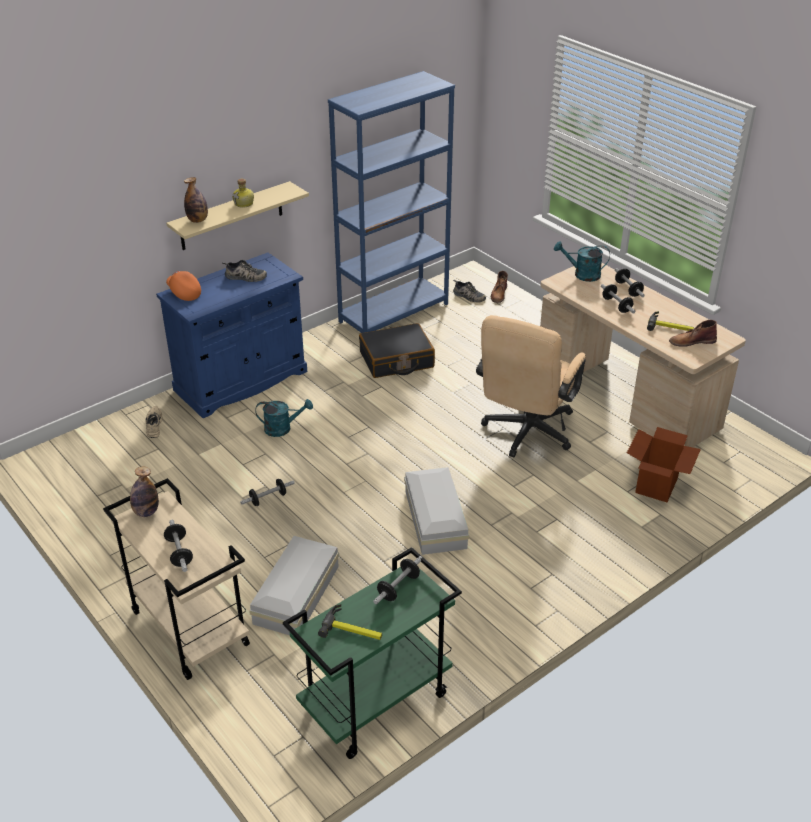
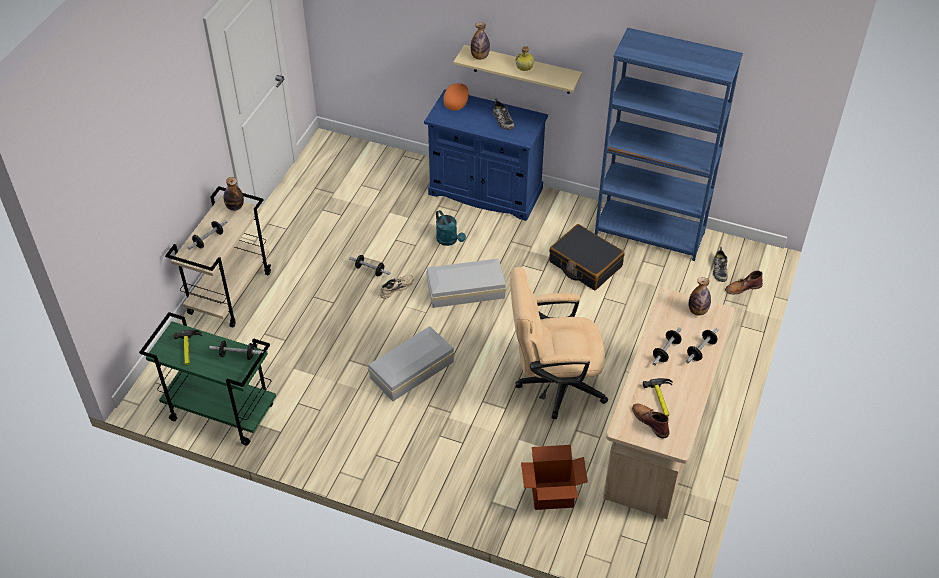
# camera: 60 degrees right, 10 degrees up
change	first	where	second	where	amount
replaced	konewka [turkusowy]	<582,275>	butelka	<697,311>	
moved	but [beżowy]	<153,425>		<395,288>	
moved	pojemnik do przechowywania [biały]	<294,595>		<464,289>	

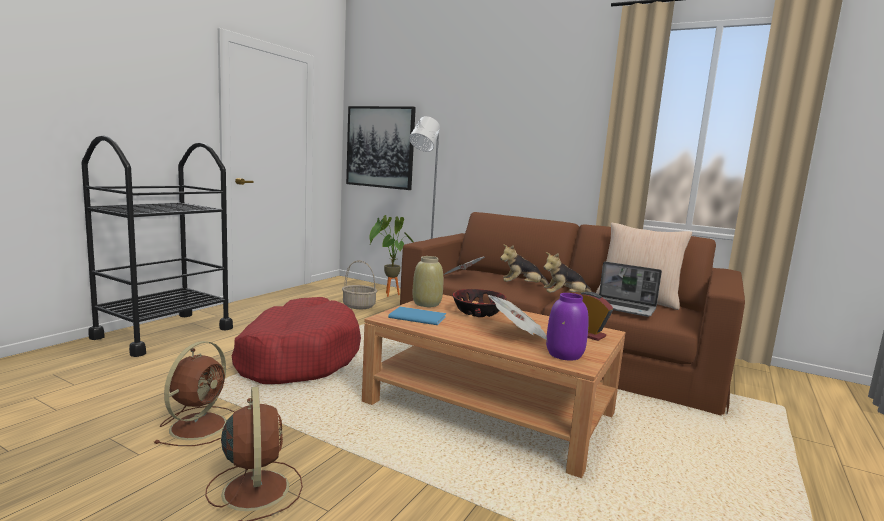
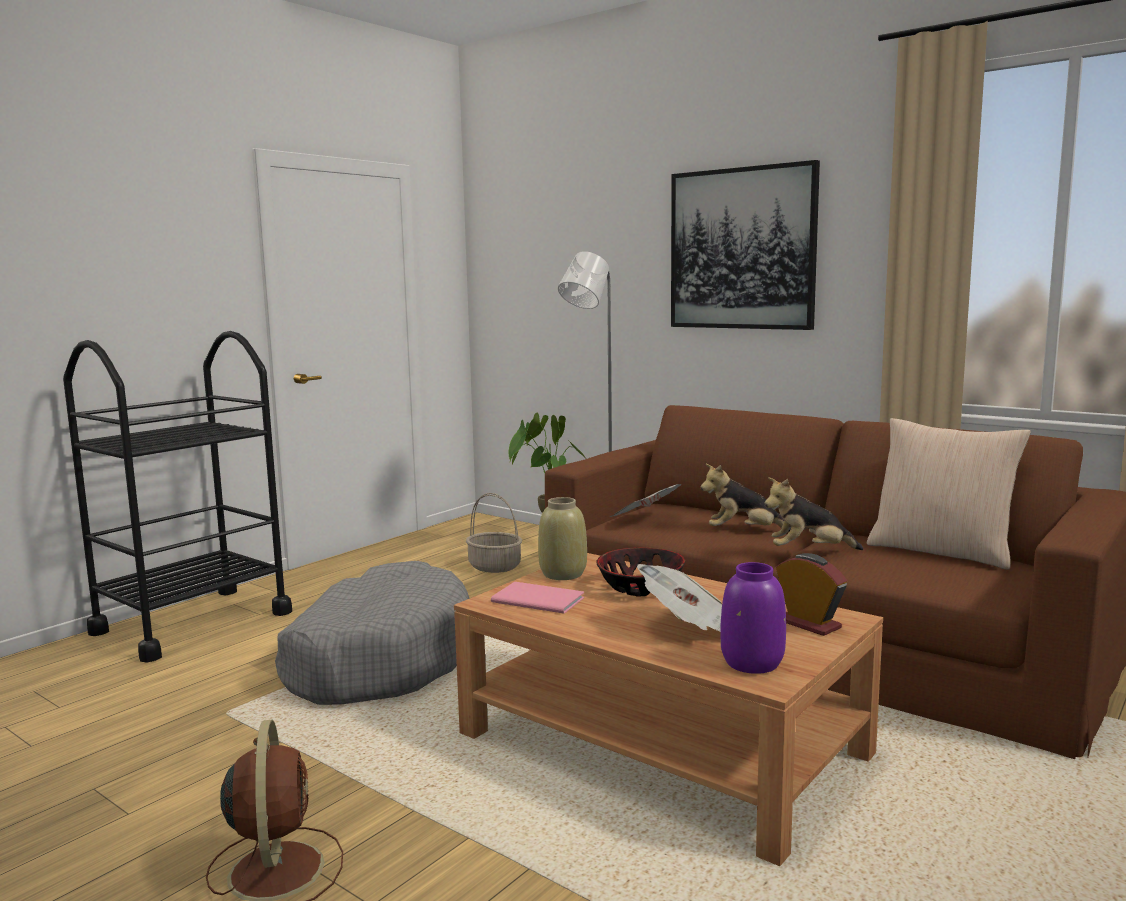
# camera: 10 degrees right, 0 degrees up
change	first	where	second	where	amount
moved	obraz	<380,147>		<742,249>	
removed	laptop	<624,308>			
recoloured	legowisko [czerwony]	<297,357>	legowisko [szary]	<379,659>	
recoloured	książka [niebieski]	<416,316>	książka [różowy]	<537,599>	
removed	wentylator [brązowy]	<200,425>			

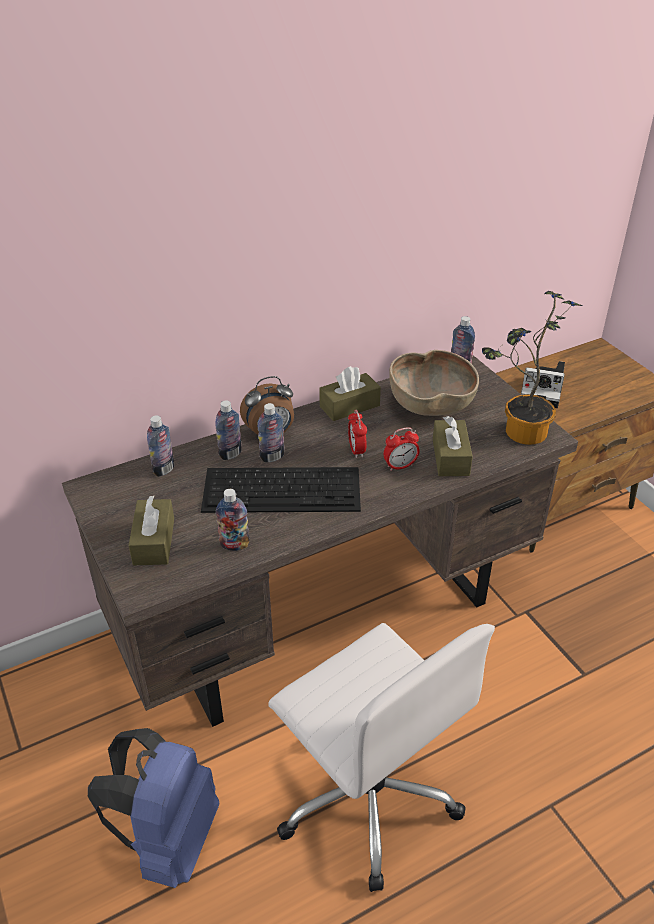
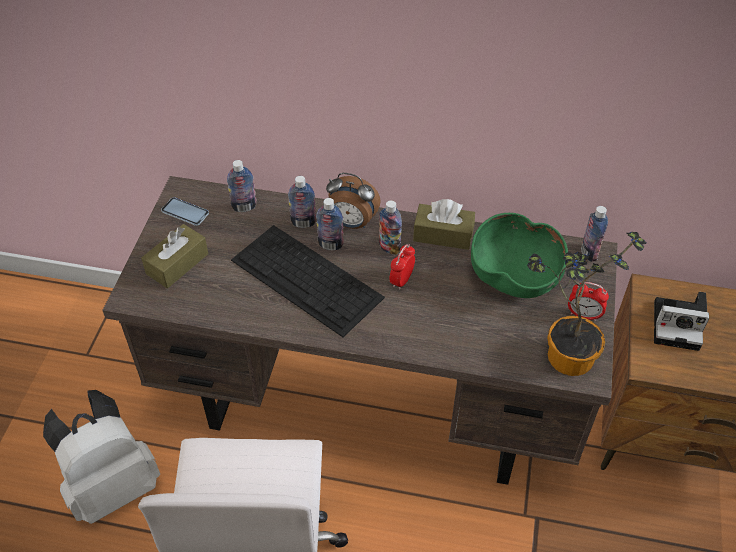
# camera: 40 degrees right, 10 degrees up
change	first	where	second	where	amount
recoloured	miska [brązowy]	<430,405>	miska [zielony]	<514,276>	
turned	aparat fotograficzny	<543,392>		<678,325>	45 degrees counterclockwise
removed	pudełko chusteczek [brązowy]	<450,457>			
moved	budzik	<400,466>		<583,315>	
moved	butelka	<234,545>		<389,247>	
recoloured	plecak [niebieski]	<169,839>	plecak [biały]	<113,486>	
added			telefon	<185,212>	

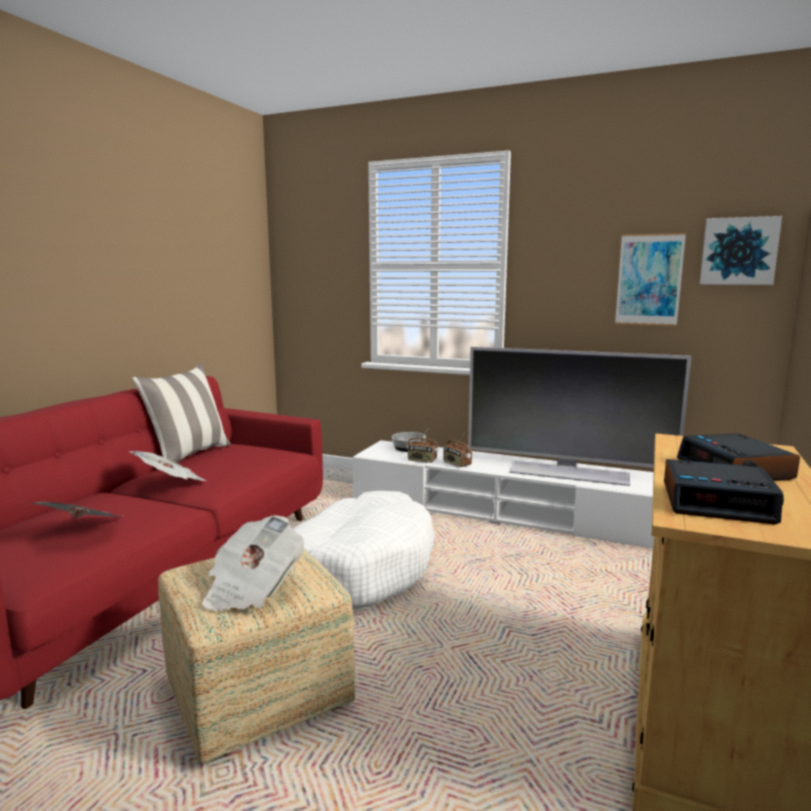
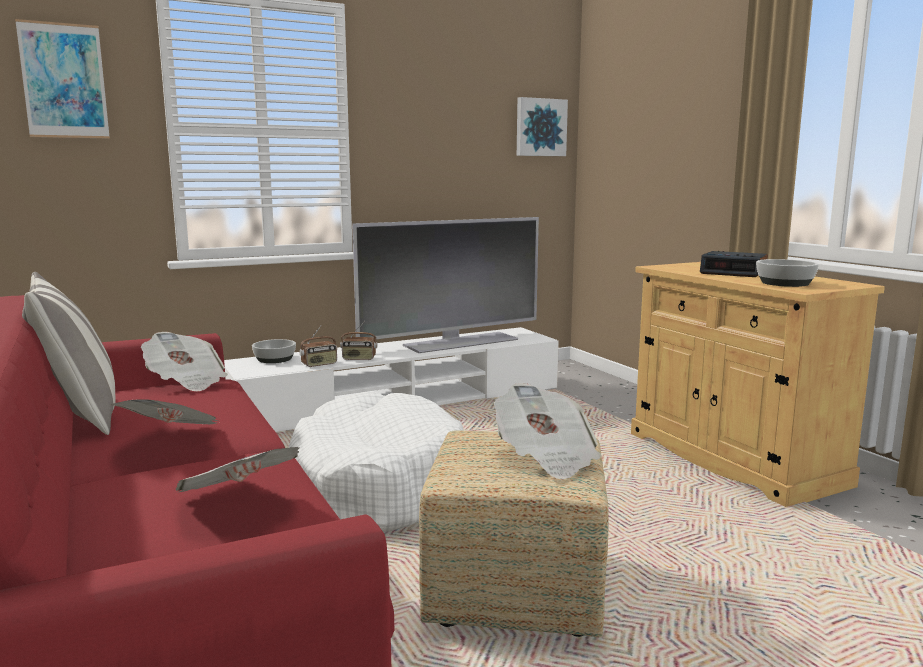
# camera: 50 degrees left, 0 degrees up
change	first	where	second	where	amount
moved	obraz	<649,280>		<64,81>	
replaced	budzik	<717,502>	miska	<785,283>	
added			gazeta	<186,382>	

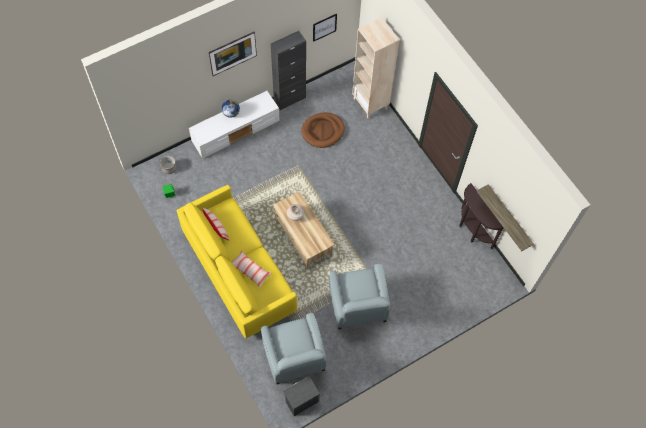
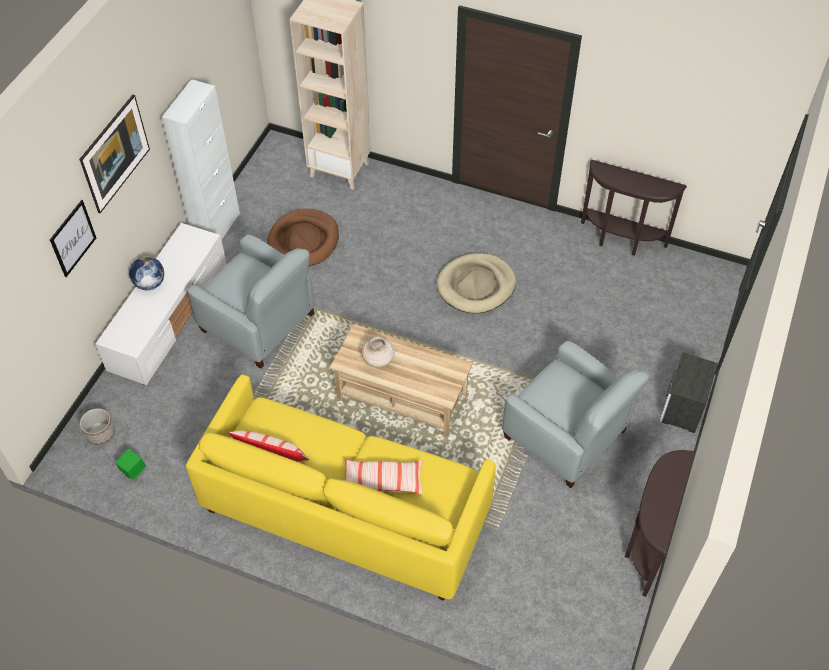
# camera: 35 degrees left, 10 degrees down
change	first	where	second	where	amount
moved	obraz	<324,27>		<73,238>	
recoloured	szafka [czarny]	<289,99>	szafka [biały]	<217,228>	
removed	półka	<509,217>			
moved	fotel [szary]	<294,356>		<259,323>	
moved	szafka nocna	<301,400>		<682,408>	
added			legowisko [beżowy]	<476,286>	
added			stolik konsolowy [brązowy]	<645,544>	

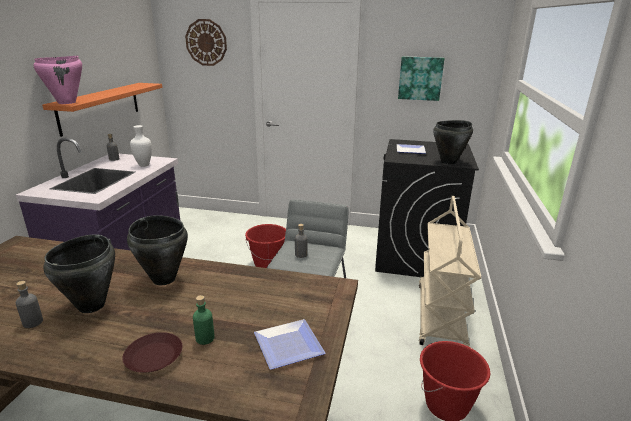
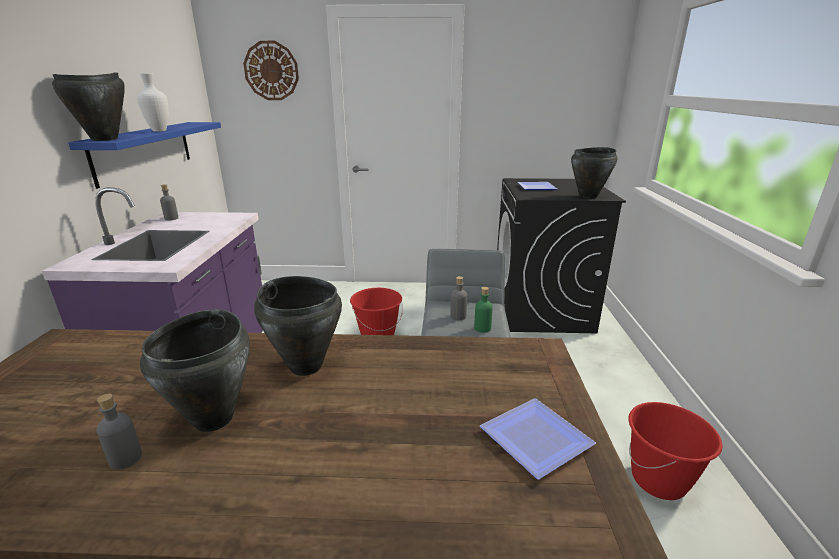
# camera: 10 degrees left, 0 degrees up
change	first	where	second	where	amount
recoloured	garnek [różowy]	<67,102>	garnek [czarny]	<105,139>	
removed	obraz	<420,78>			
recoloured	półka [pomarańczowy]	<100,107>	półka [niebieski]	<144,151>	
moved	wazon [biały]	<144,165>		<159,131>	
removed	wózek [beżowy]	<441,317>			
moved	butelka [zielony]	<205,338>		<482,328>	
removed	talerz [brązowy]	<154,357>			

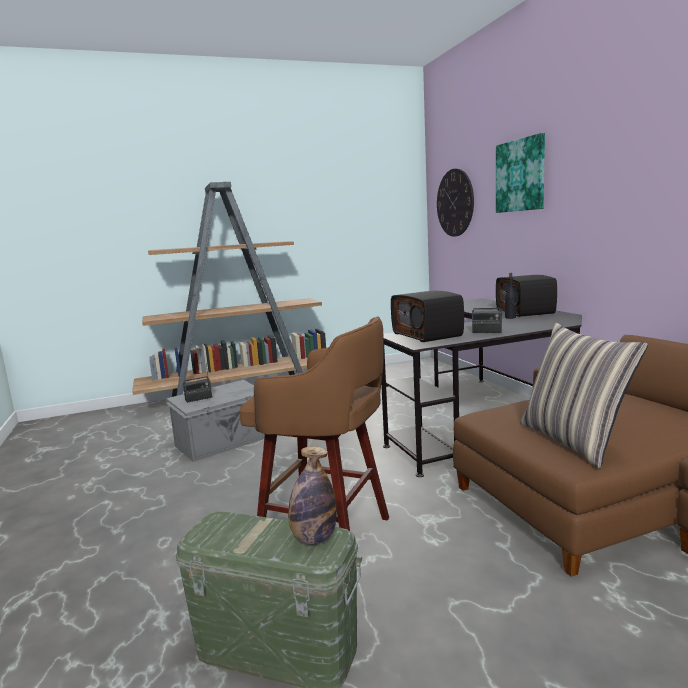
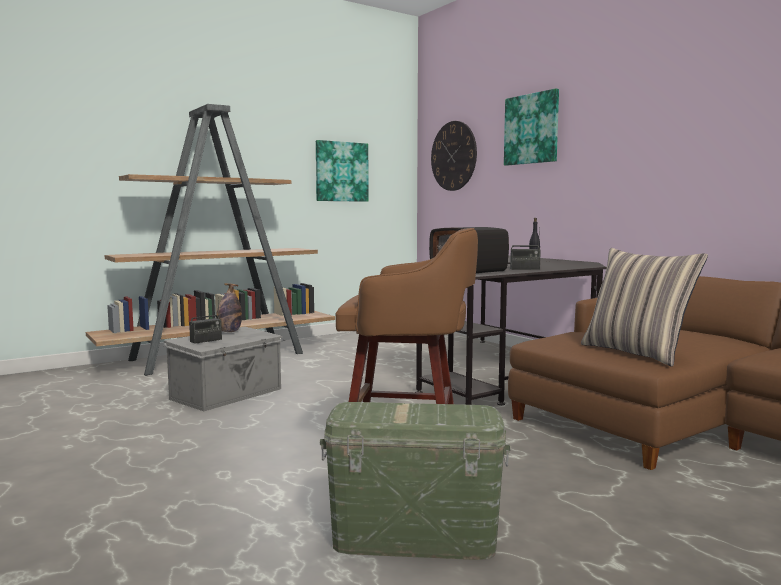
# camera: 15 degrees left, 5 degrees down
change	first	where	second	where	amount
removed	radio	<526,311>			
moved	butelka	<314,538>		<229,331>	
added			obraz	<341,171>	

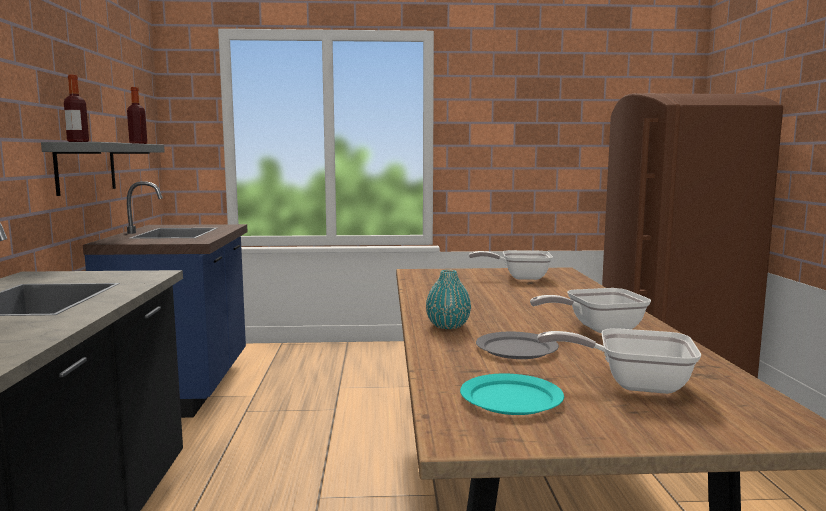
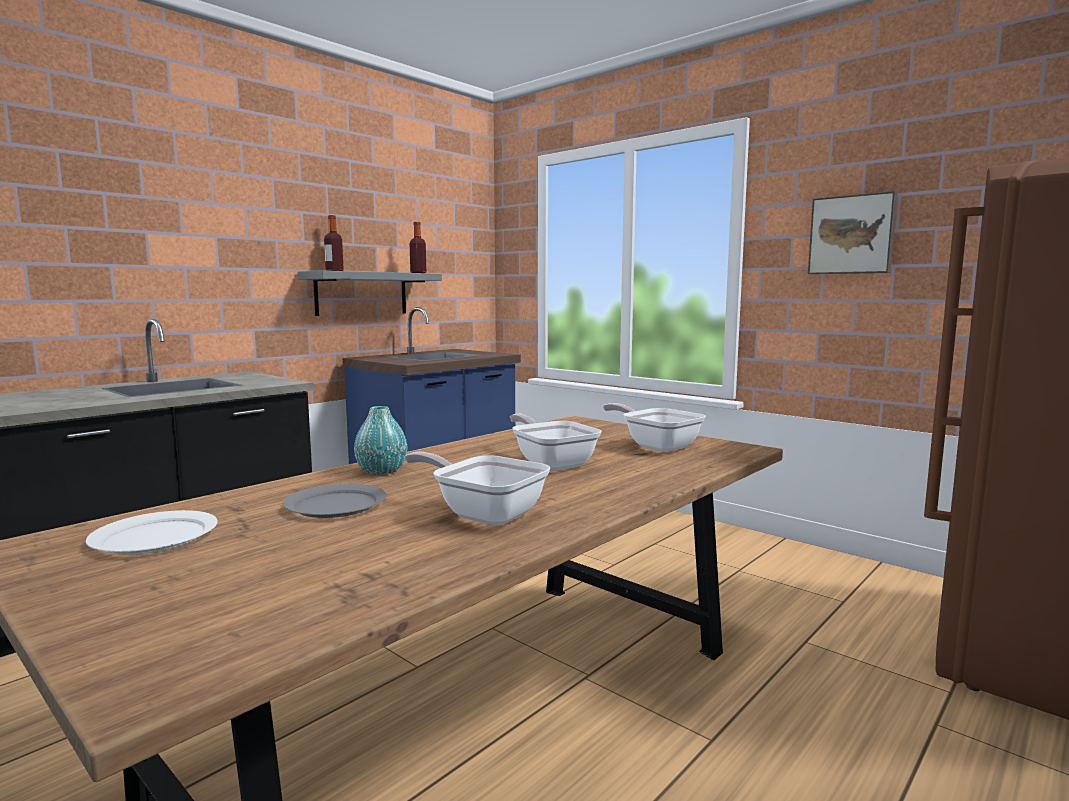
# camera: 45 degrees right, 0 degrees up
change	first	where	second	where	amount
moved	patelnia	<632,383>		<551,463>	
recoloured	talerz [turkusowy]	<510,398>	talerz [biały]	<155,537>	
added			obraz	<852,235>	

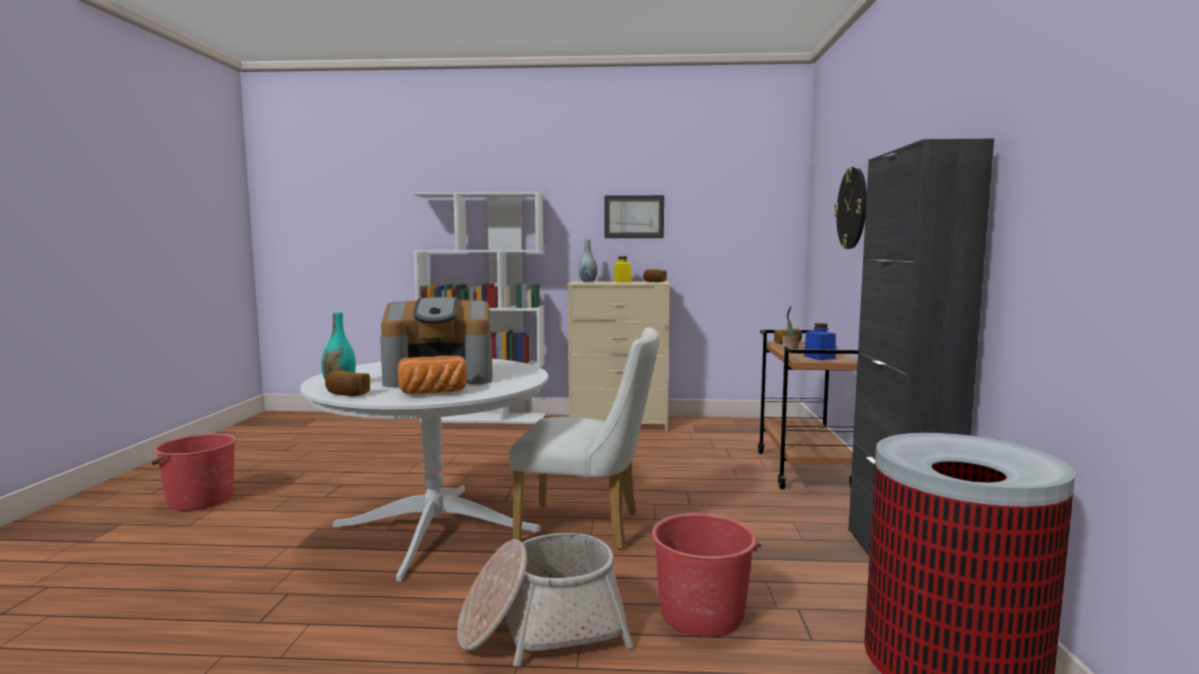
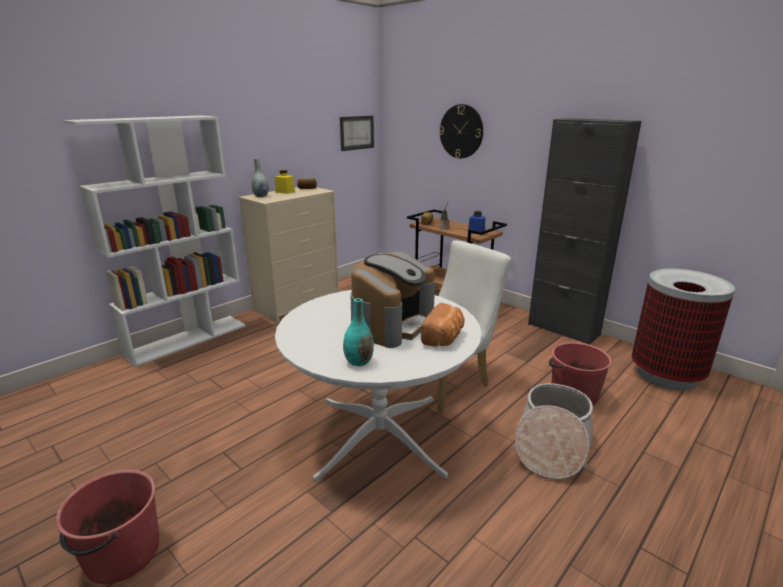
# camera: 50 degrees left, 15 degrees up
change	first	where	second	where	amount
moved	obraz	<634,217>		<357,132>	
removed	chleb	<347,394>			

